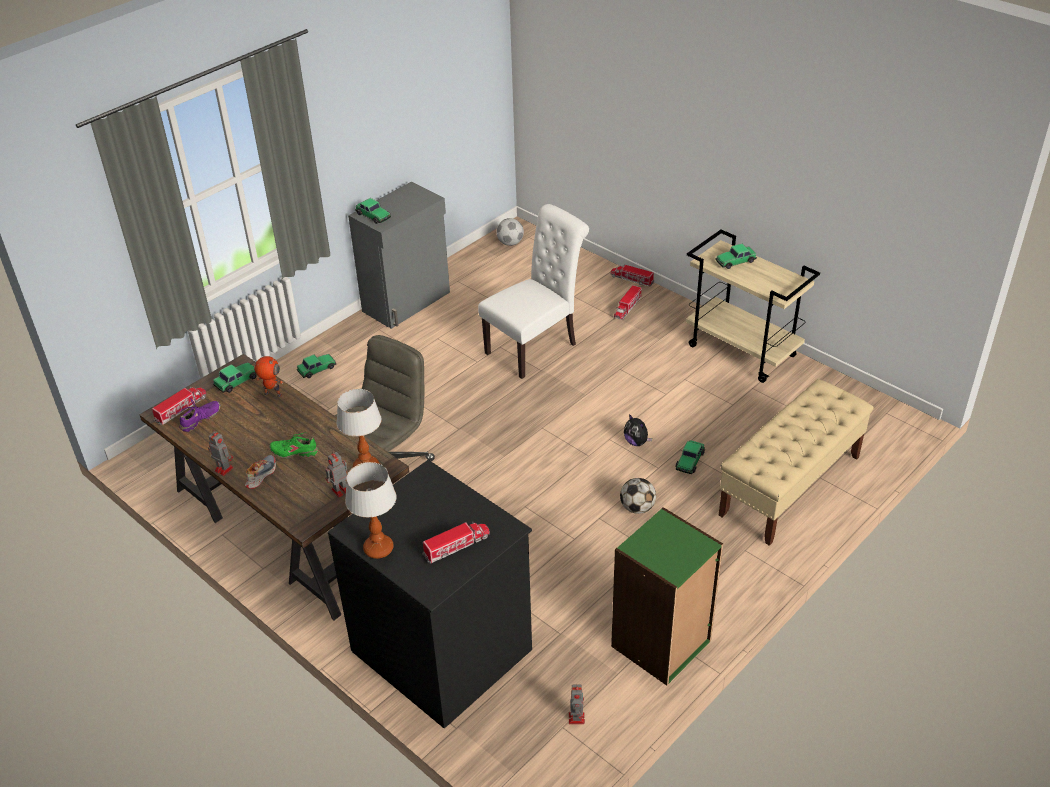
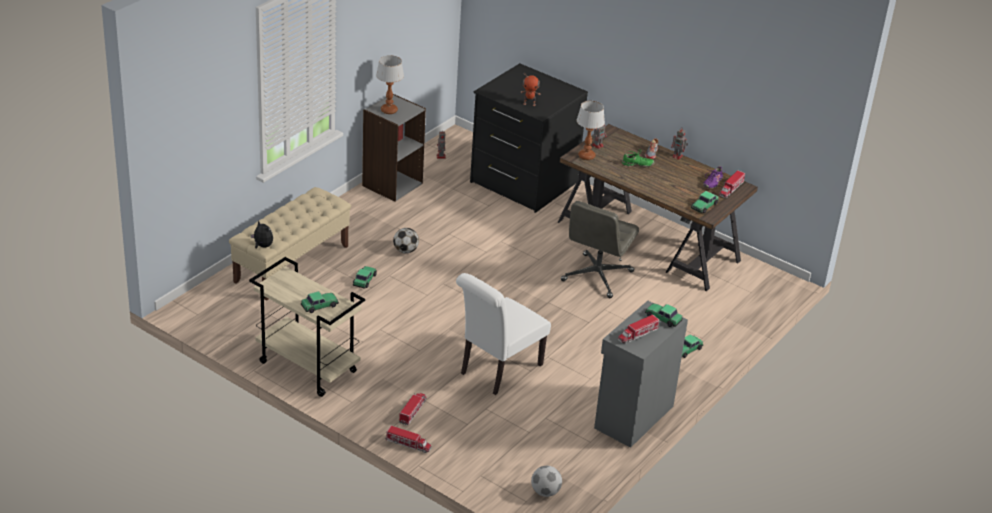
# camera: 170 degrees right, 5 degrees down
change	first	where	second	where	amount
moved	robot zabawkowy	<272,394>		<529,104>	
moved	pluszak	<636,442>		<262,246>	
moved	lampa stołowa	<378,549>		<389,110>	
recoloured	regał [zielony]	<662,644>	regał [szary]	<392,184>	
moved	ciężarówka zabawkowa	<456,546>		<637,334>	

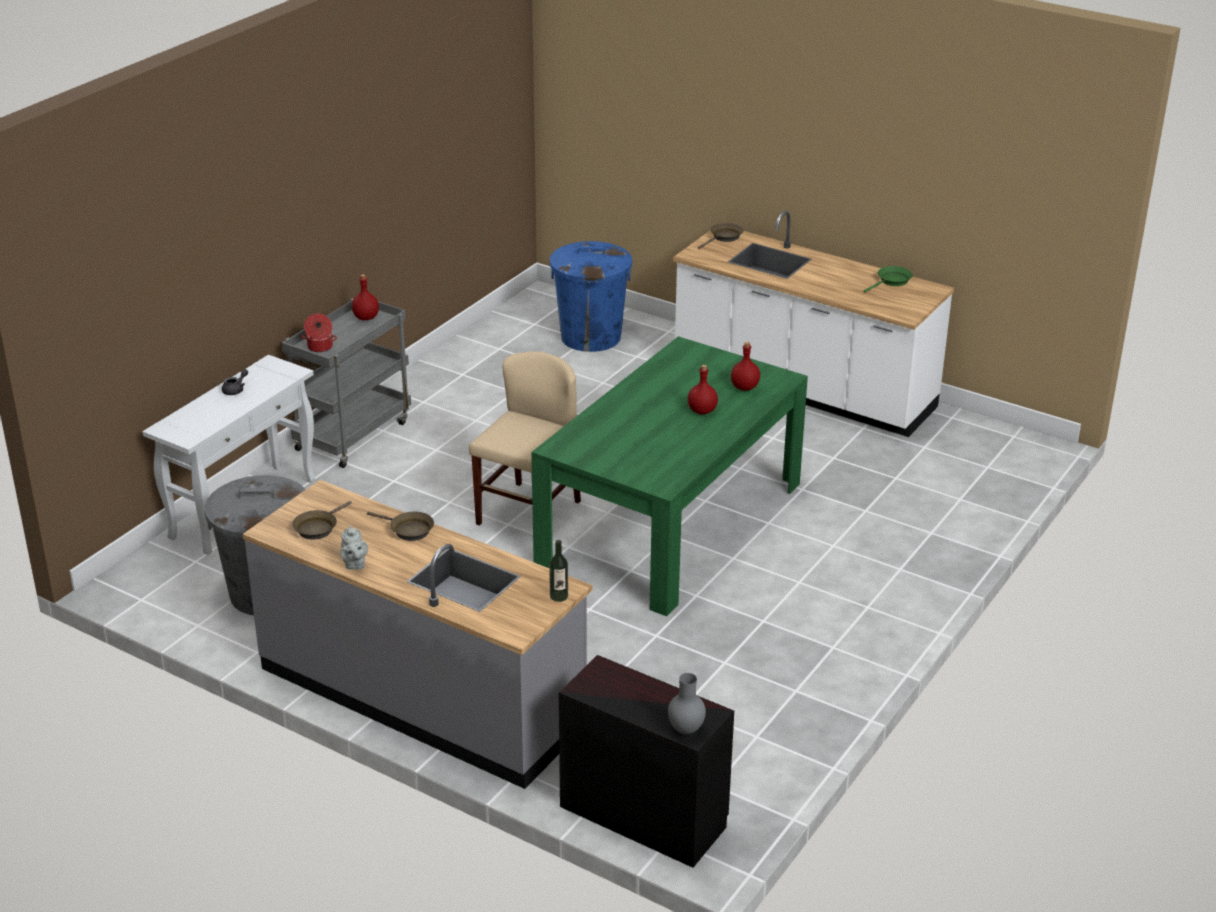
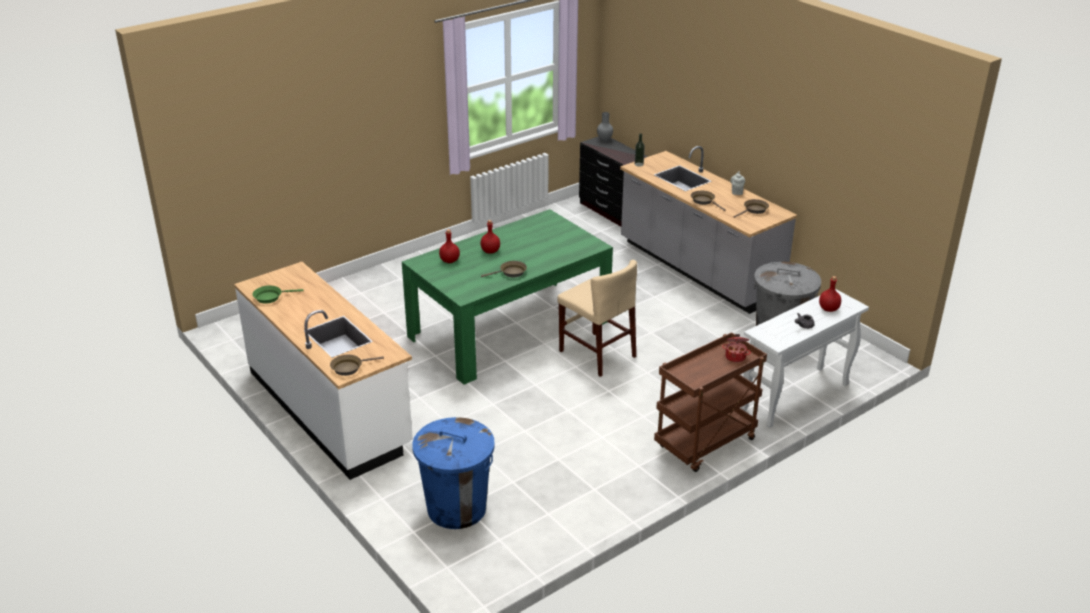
# camera: 160 degrees left, 0 degrees up
change	first	where	second	where	amount
moved	butelka [czerwony]	<365,317>		<829,309>	
recoloured	wózek [szary]	<353,434>	wózek [brązowy]	<705,445>	
turned	krzesło [beżowy]	<528,513>		<597,354>	90 degrees counterclockwise
added			patelnia [brązowy]	<510,273>	

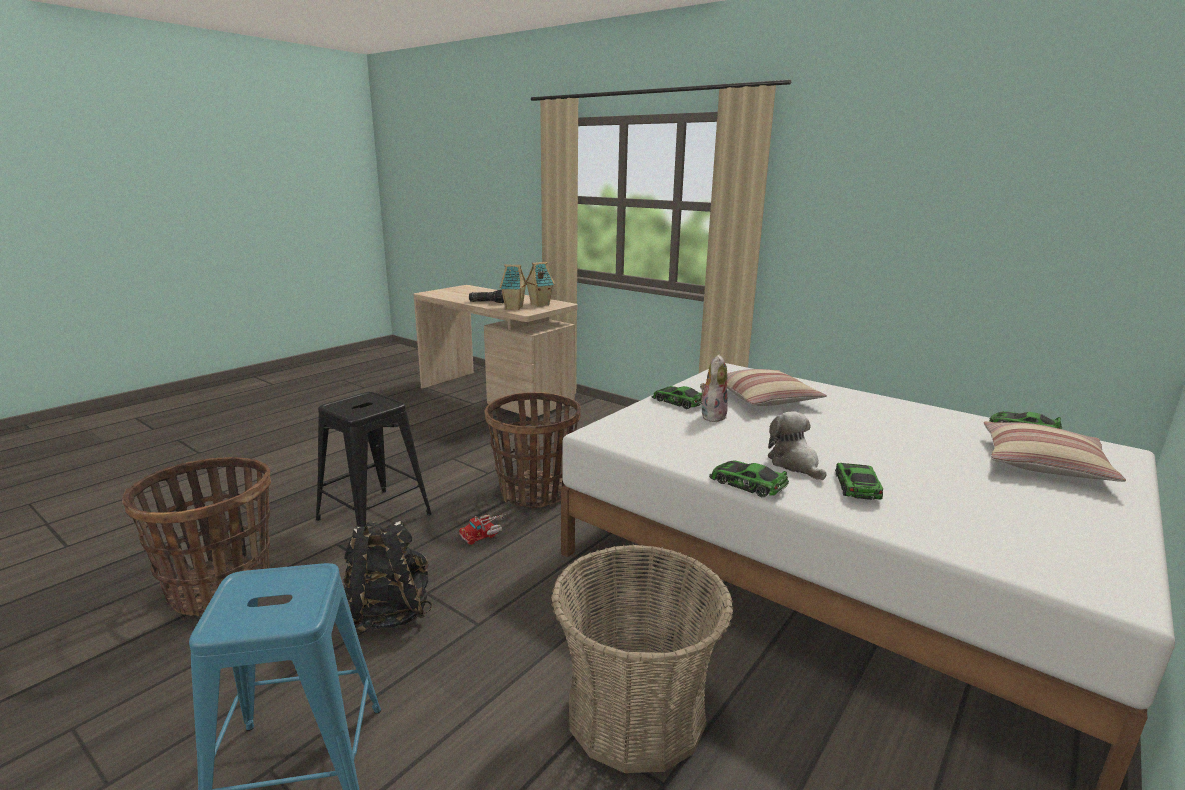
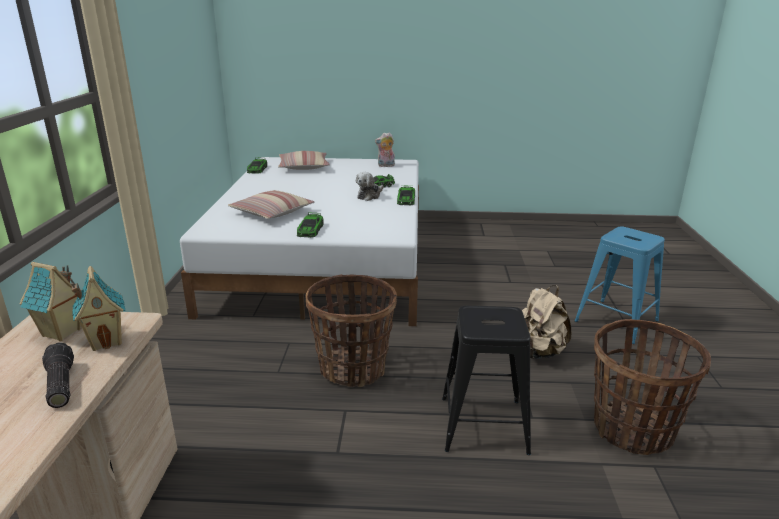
# camera: 125 degrees left, 5 degrees up
change	first	where	second	where	amount
moved	pluszak	<712,415>		<385,166>	
removed	ciężarówka zabawkowa	<484,533>			
recoloured	plecak [czarny]	<388,613>	plecak [beżowy]	<538,352>	
removed	koszyk	<636,713>			

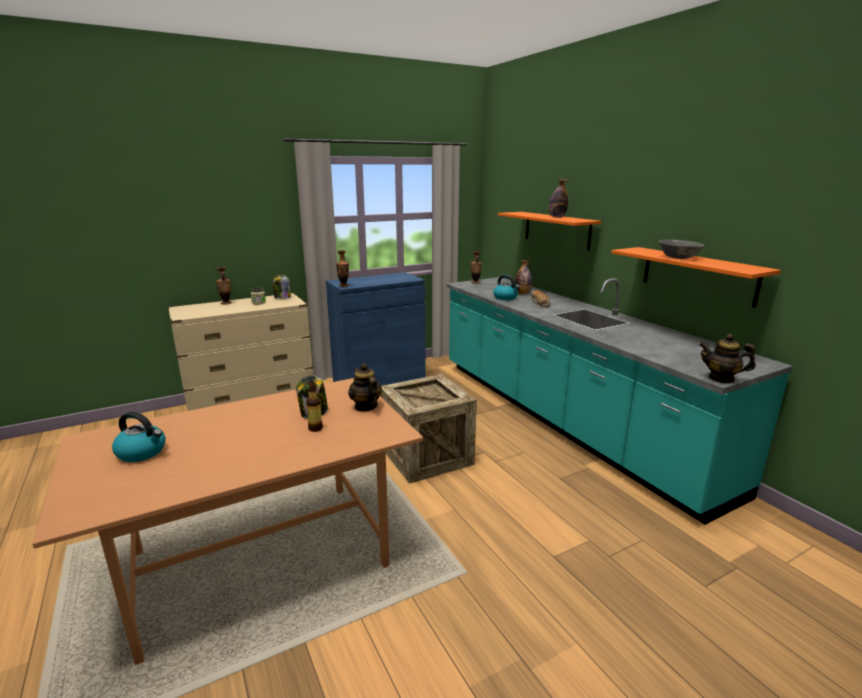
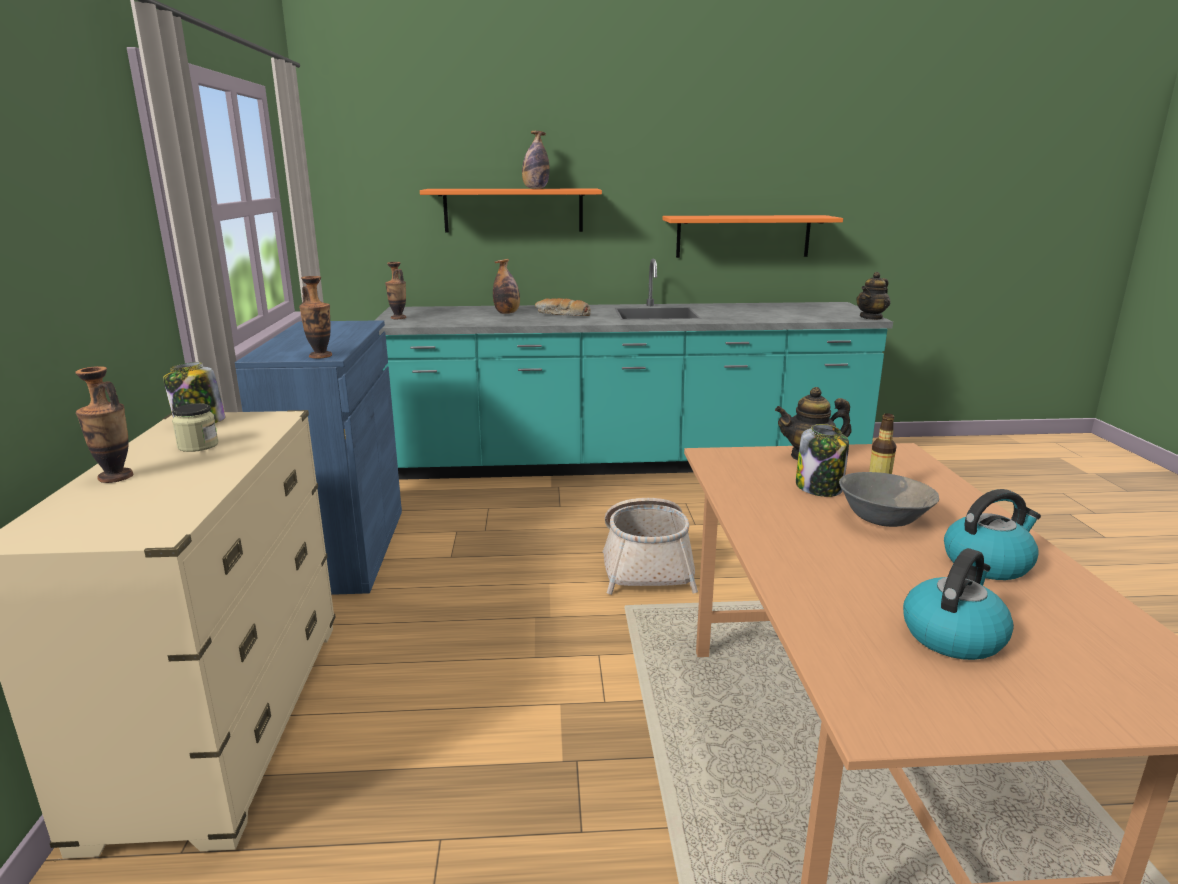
# camera: 65 degrees left, 0 degrees up
change	first	where	second	where	amount
moved	miska [szary]	<678,257>		<883,519>	
moved	czajnik	<505,298>		<987,563>	
replaced	skrzynka	<426,456>	koszyk	<646,564>	

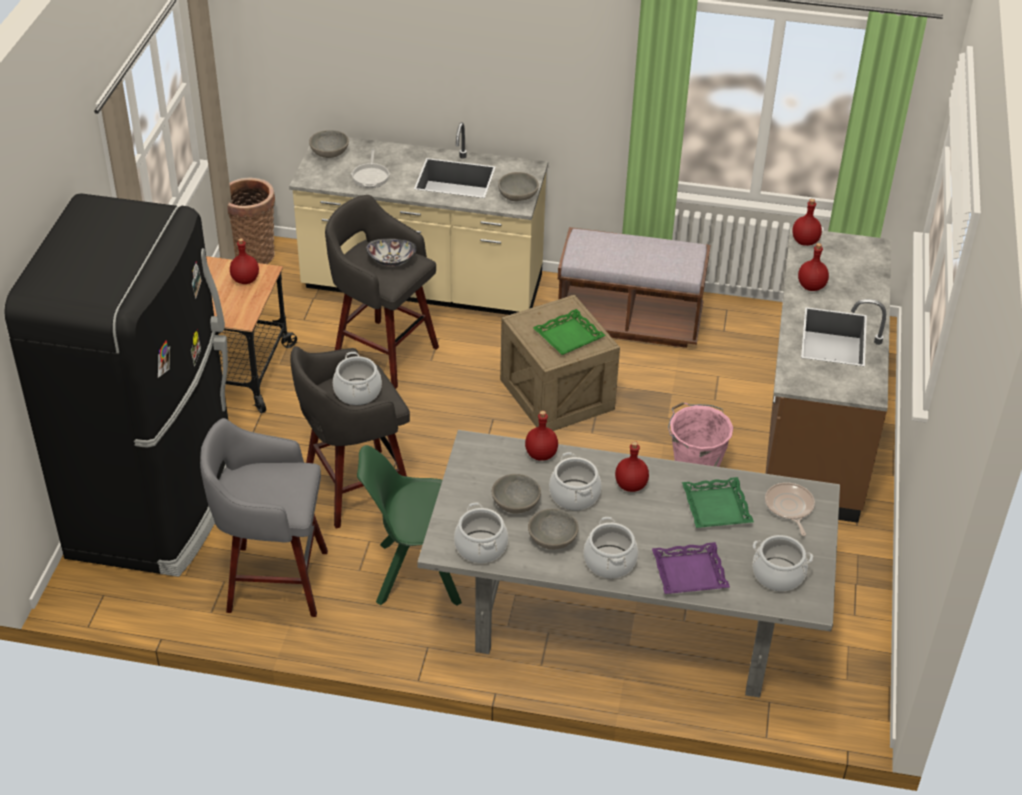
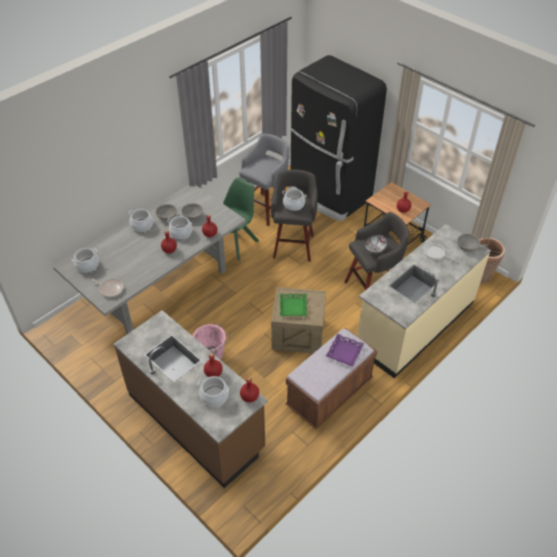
# camera: 125 degrees right, 5 degrees up
change	first	where	second	where	amount
removed	miska [szary]	<517,197>			
removed	taca [zielony]	<717,508>			
moved	garnek	<480,547>		<214,396>	
moved	taca [fioletowy]	<689,573>		<344,352>	

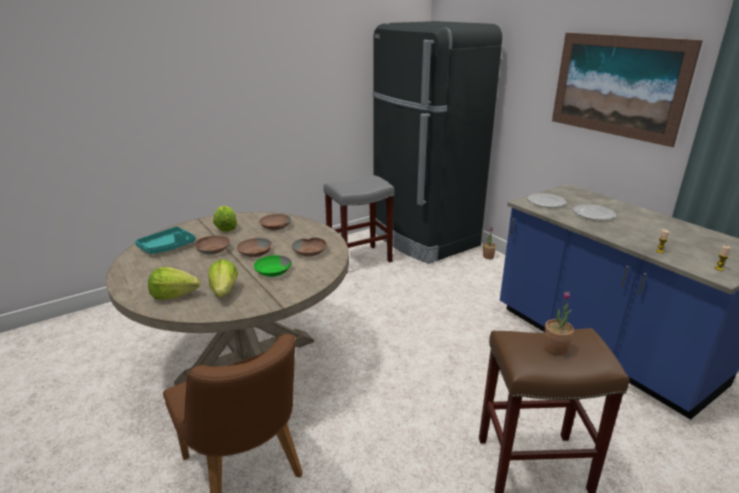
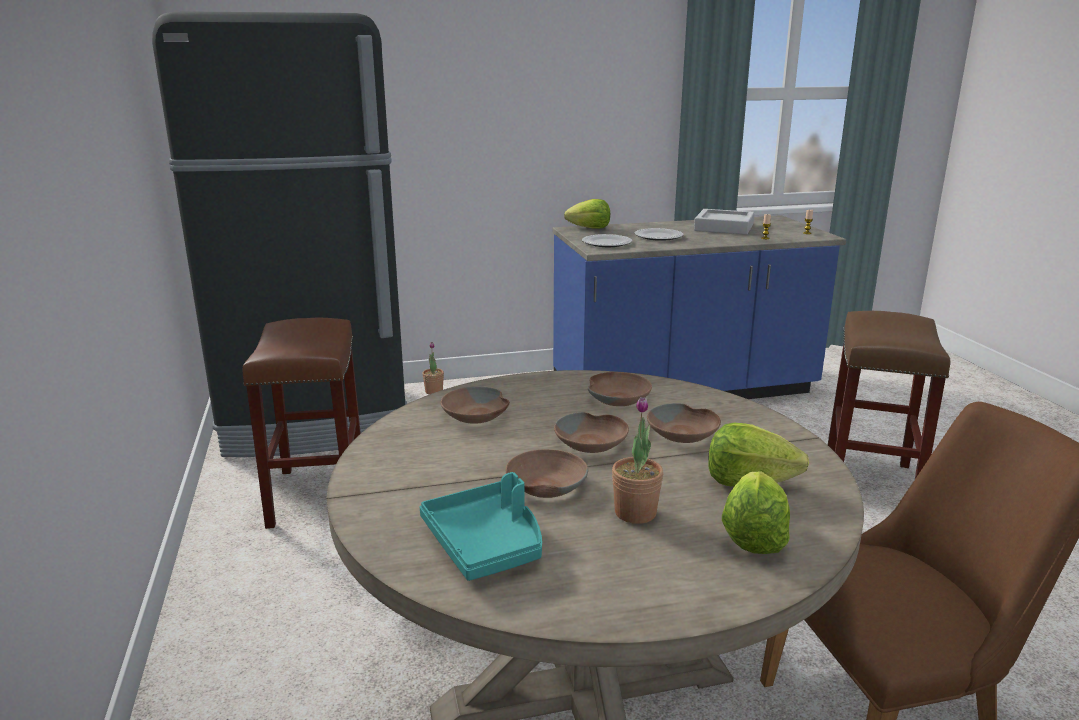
# camera: 70 degrees left, 5 degrees down
change	first	where	second	where	amount
removed	obraz	<617,86>			
recoloured	stołek [szary]	<360,259>	stołek [brązowy]	<317,494>	
moved	sałata	<226,227>		<589,228>	
recoloured	miska [zielony]	<273,271>	miska [brązowy]	<683,434>	
moved	roślina doniczkowa	<555,348>		<635,513>	
added			taca [szary]	<724,227>	

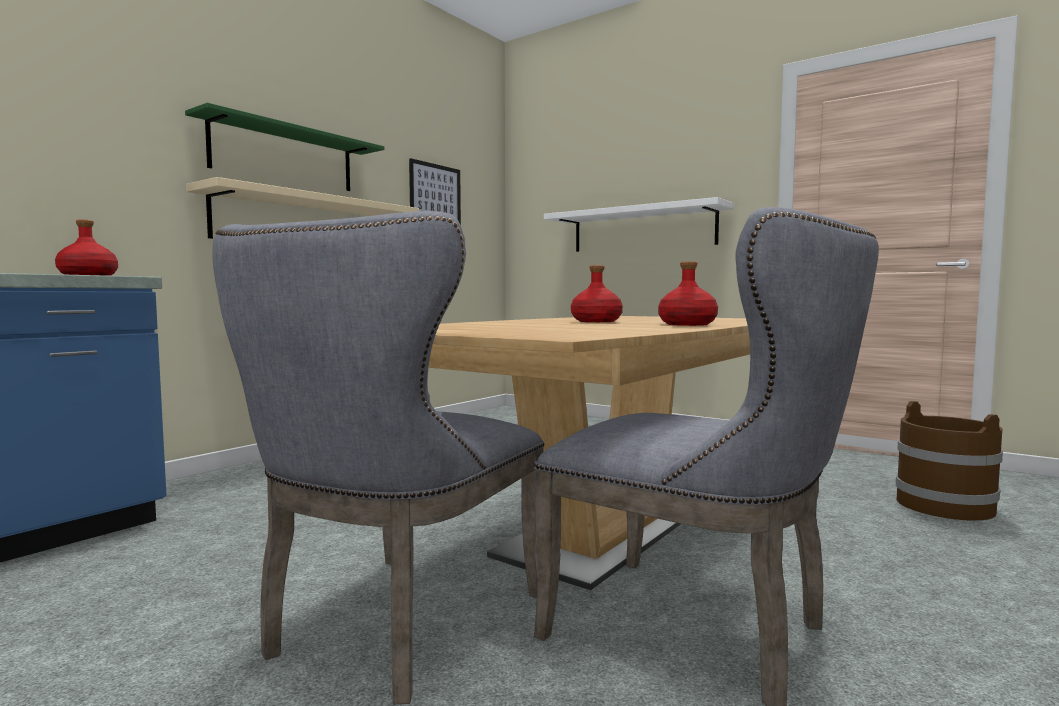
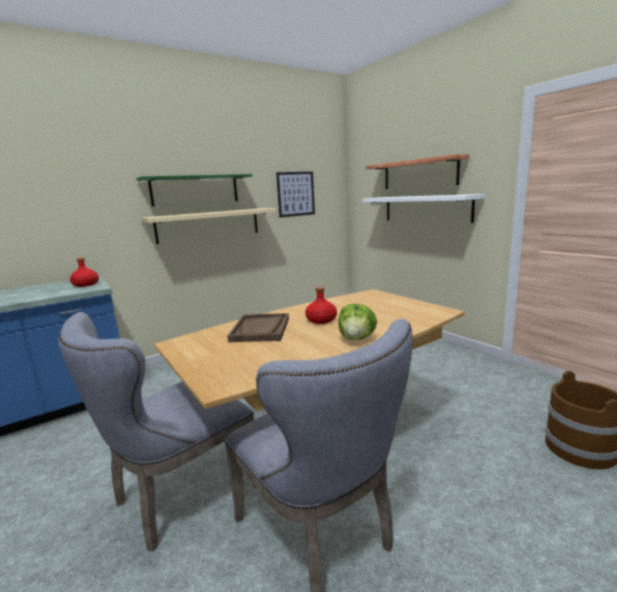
# camera: 20 degrees right, 10 degrees up
change	first	where	second	where	amount
replaced	butelka [czerwony]	<687,324>	sałata	<357,339>	
added			półka	<419,174>	
added			taca [brązowy]	<260,329>	

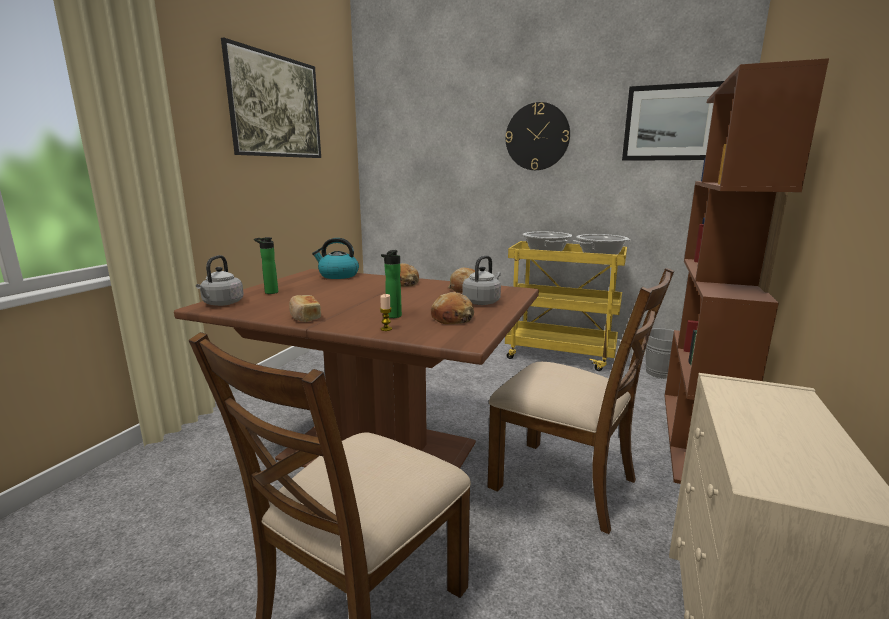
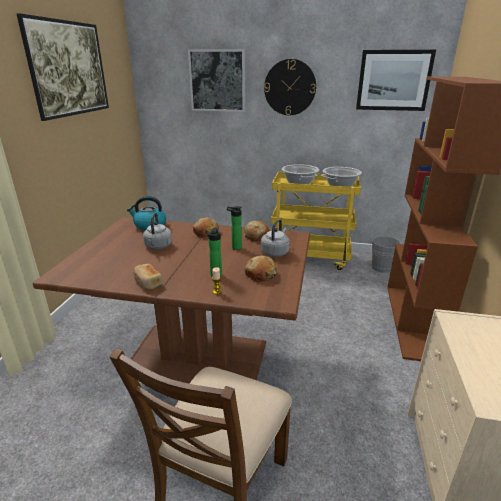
# camera: 10 degrees left, 10 degrees up
change	first	where	second	where	amount
moved	butelka	<269,292>		<235,247>	
moved	czajnik [szary]	<222,304>		<158,247>	
removed	krzesło [brązowy]	<565,482>			
added			obraz	<217,81>	

